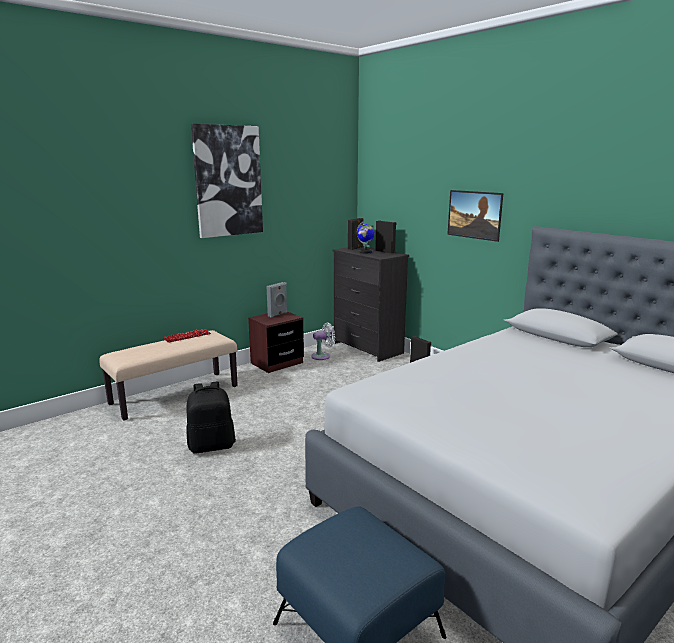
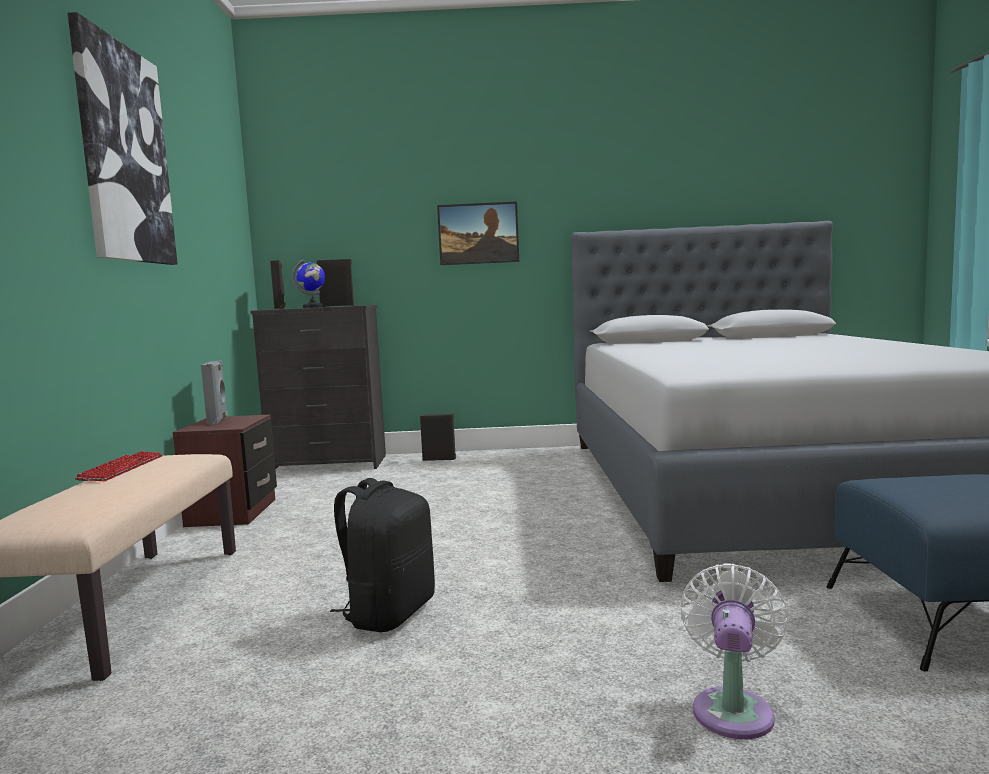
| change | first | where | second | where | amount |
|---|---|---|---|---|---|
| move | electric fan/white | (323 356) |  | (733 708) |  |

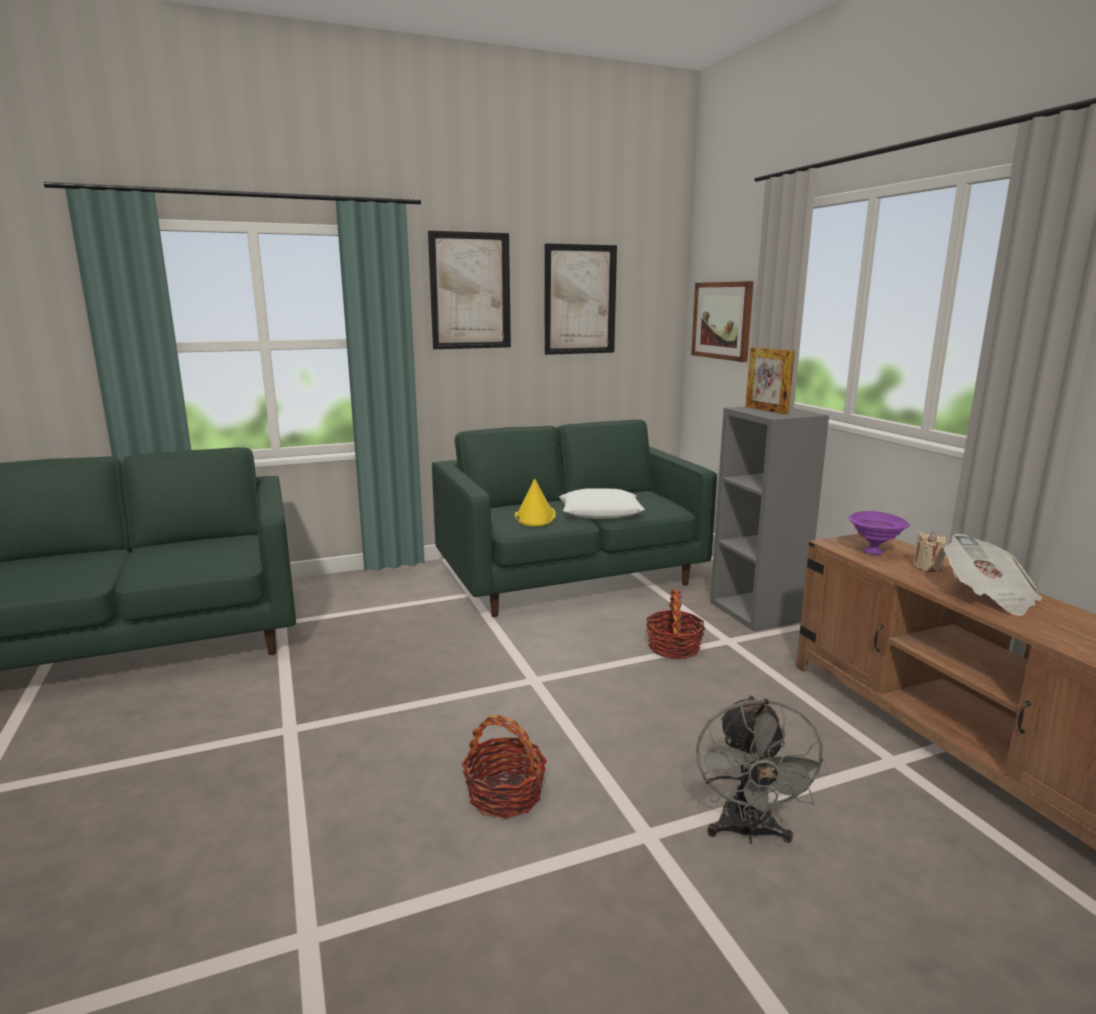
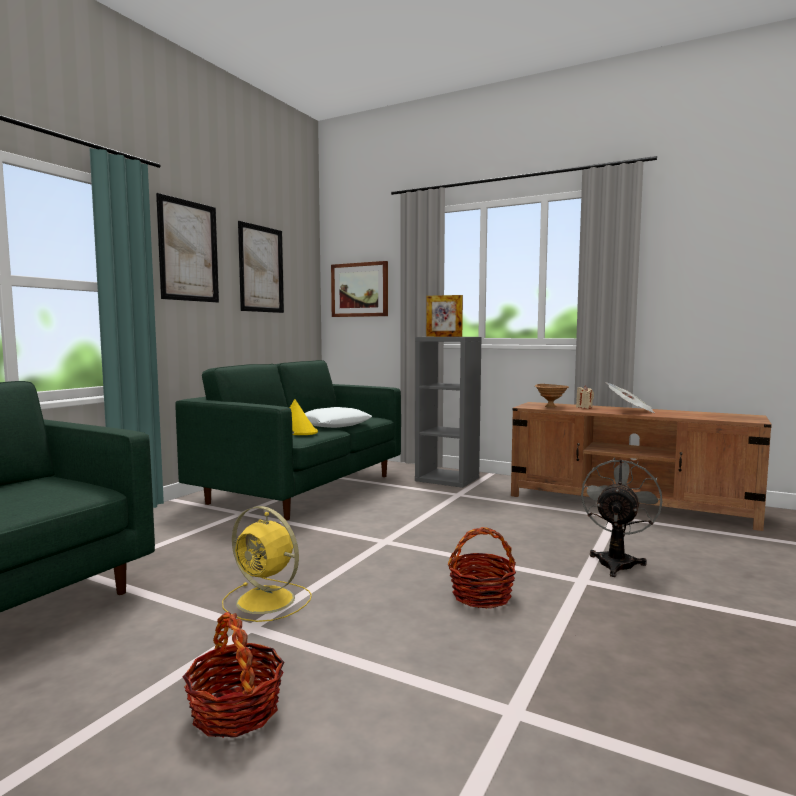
| change | first | where | second | where | amount |
|---|---|---|---|---|---|
| insert |  |  | electric fan/yellow-coloured | (268 601) |  |
| move | storage basket | (673 647) |  | (235 711) |  |
| recolor | deep dish/purple | (874 552) | deep dish/brown | (551 406) |  |
| rotate | electric fan/gray | (748 832) |  | (617 561) | 120 degrees counterclockwise |

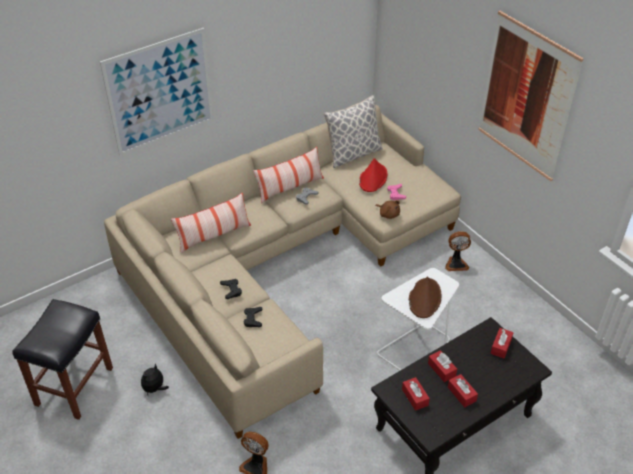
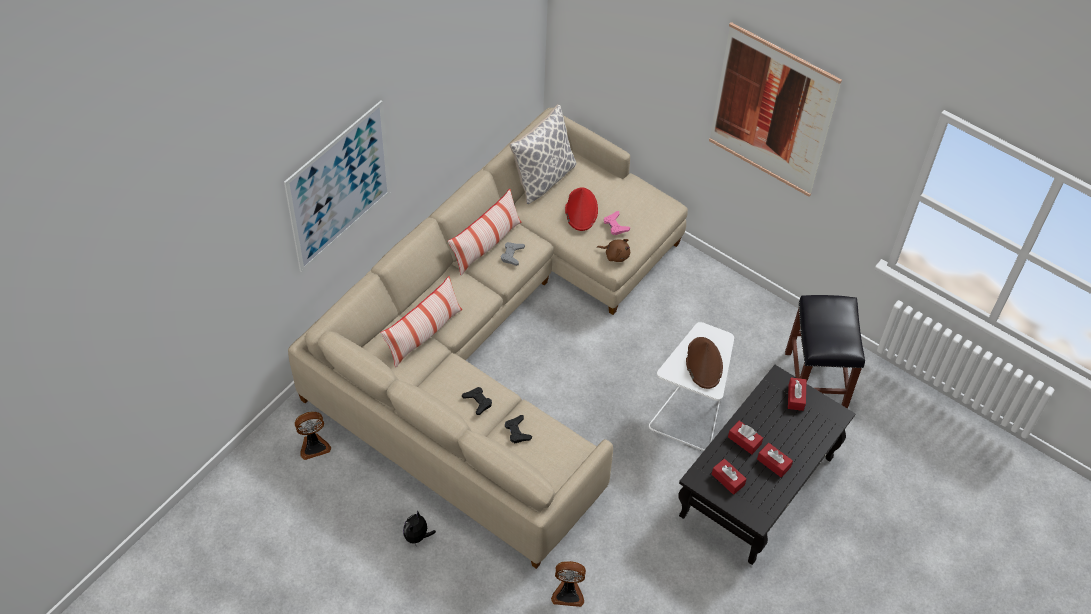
| change | first | where | second | where | amount |
|---|---|---|---|---|---|
| move | sitting stool/black-coloured | (74 387) |  | (815 383) |  |
| move | electric fan | (456 263) |  | (313 445) |  |

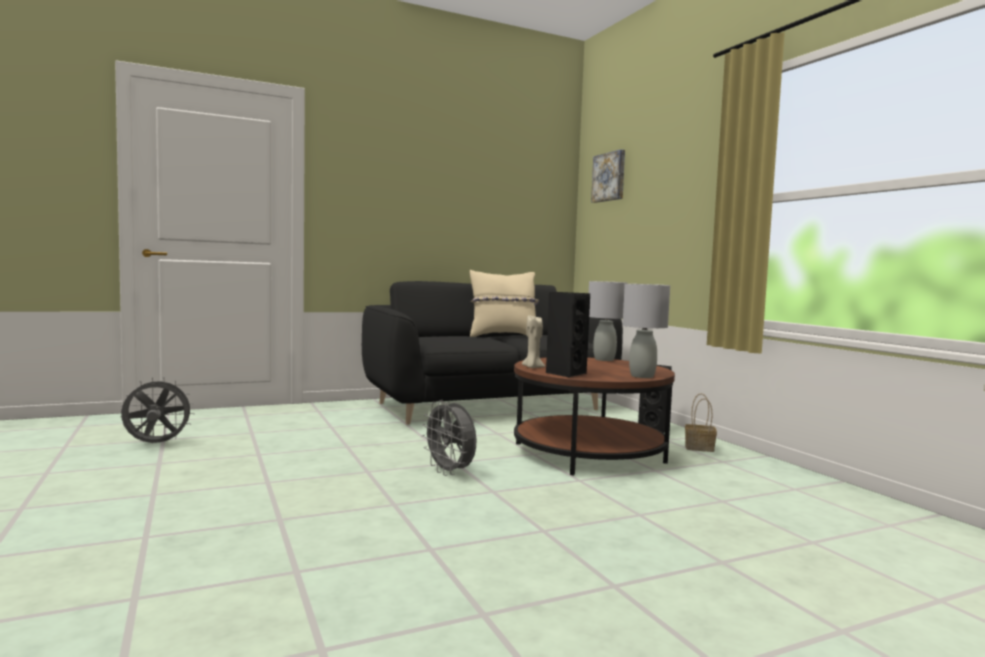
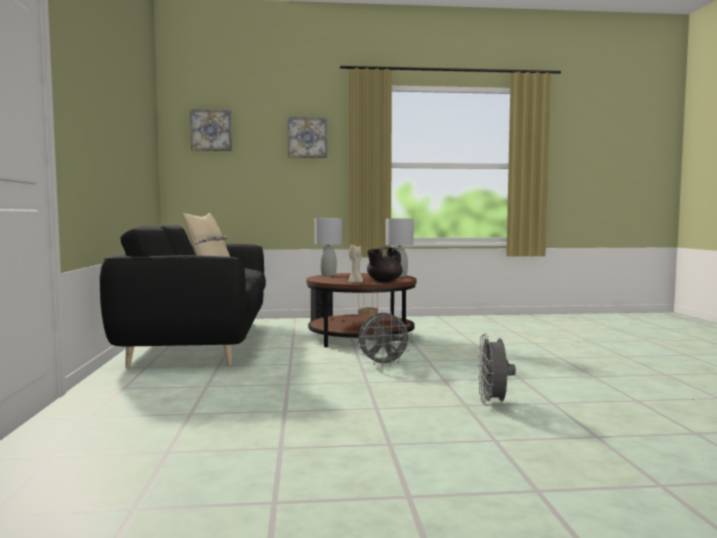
| change | first | where | second | where | amount |
|---|---|---|---|---|---|
| insert |  |  | wall art | (307 138) |  |
| move | electric fan/gray | (156 445) |  | (493 403) |  |
| replace | speaker/black-coloured | (565 373) | teapot/black-coloured | (384 281) |  |

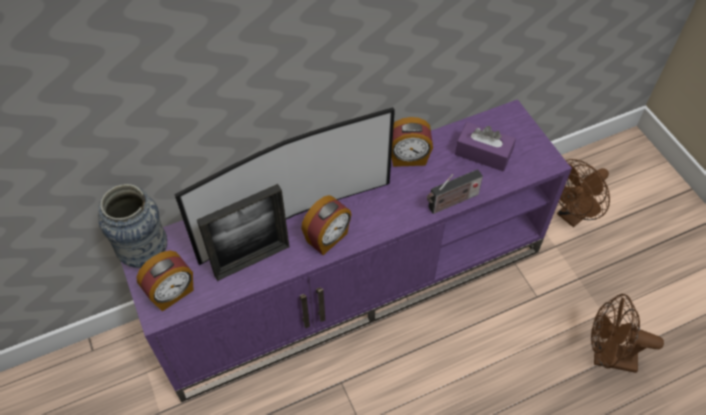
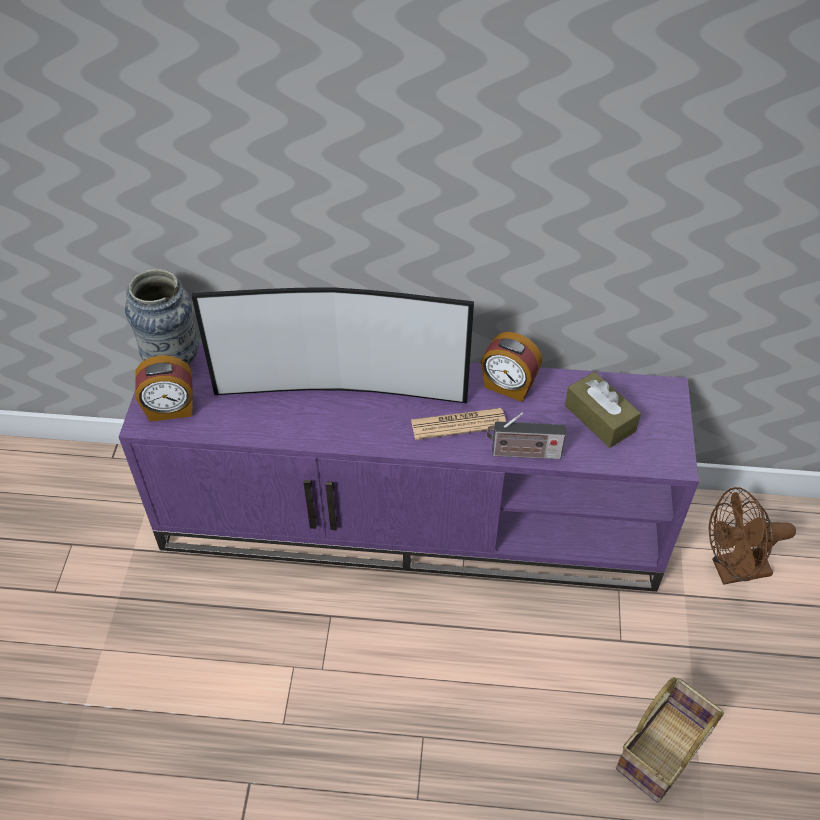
| change | first | where | second | where | amount |
|---|---|---|---|---|---|
| delete | standing frame | (252 260) |  |  |  |
| delete | table clock | (328 238) |  |  |  |
| insert |  |  | daily paper | (458 424) |  |
| replace | electric fan/brown | (607 357) | storage basket | (663 754) |  |
| recolor | tissue box/purple | (483 153) | tissue box/brown | (599 418) |  |

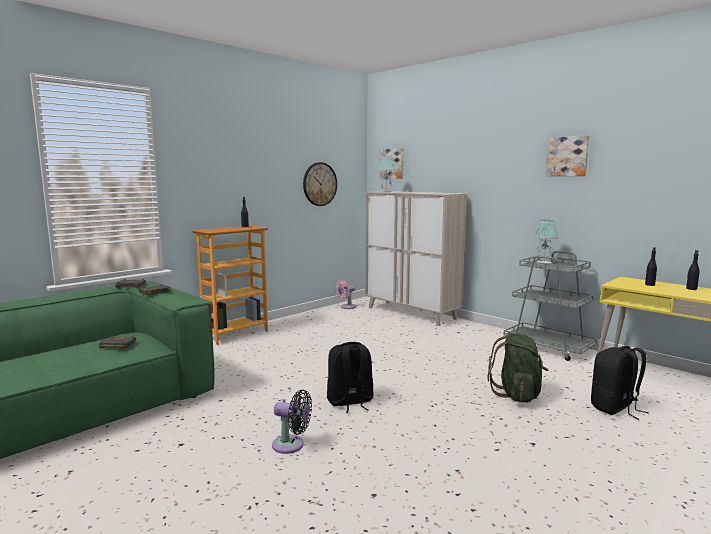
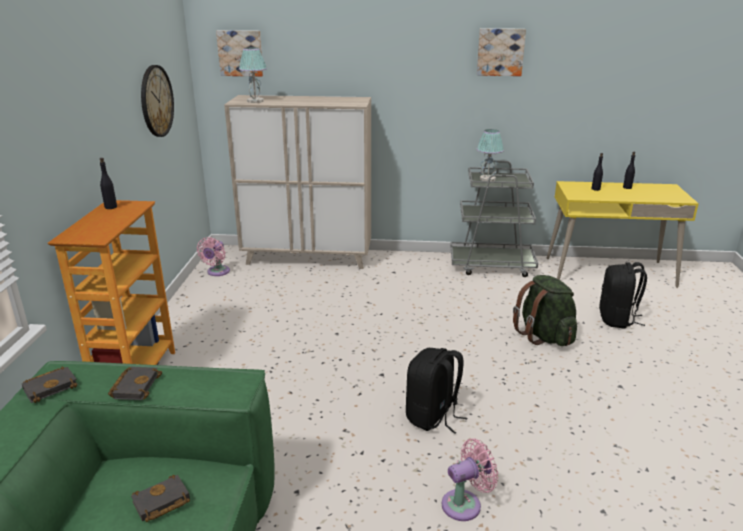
| change | first | where | second | where | amount |
|---|---|---|---|---|---|
| recolor | electric fan/black-coloured | (291 445) | electric fan/pink-coloured | (465 504) |  |

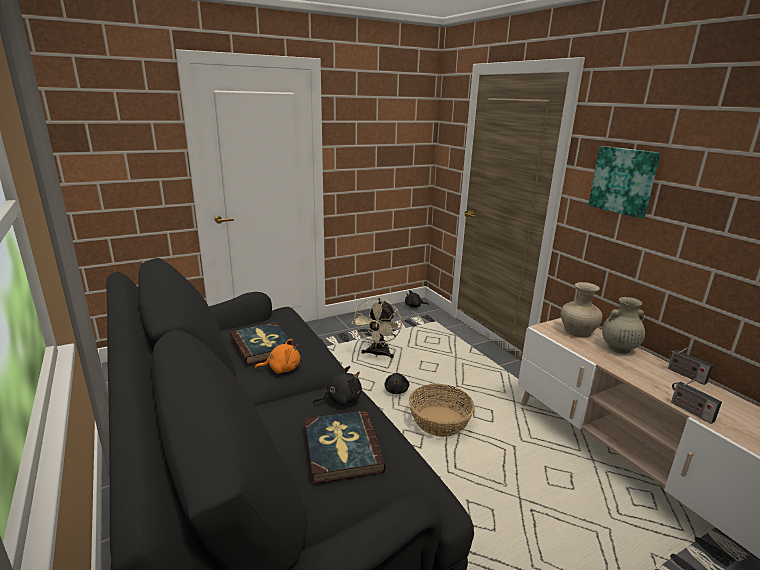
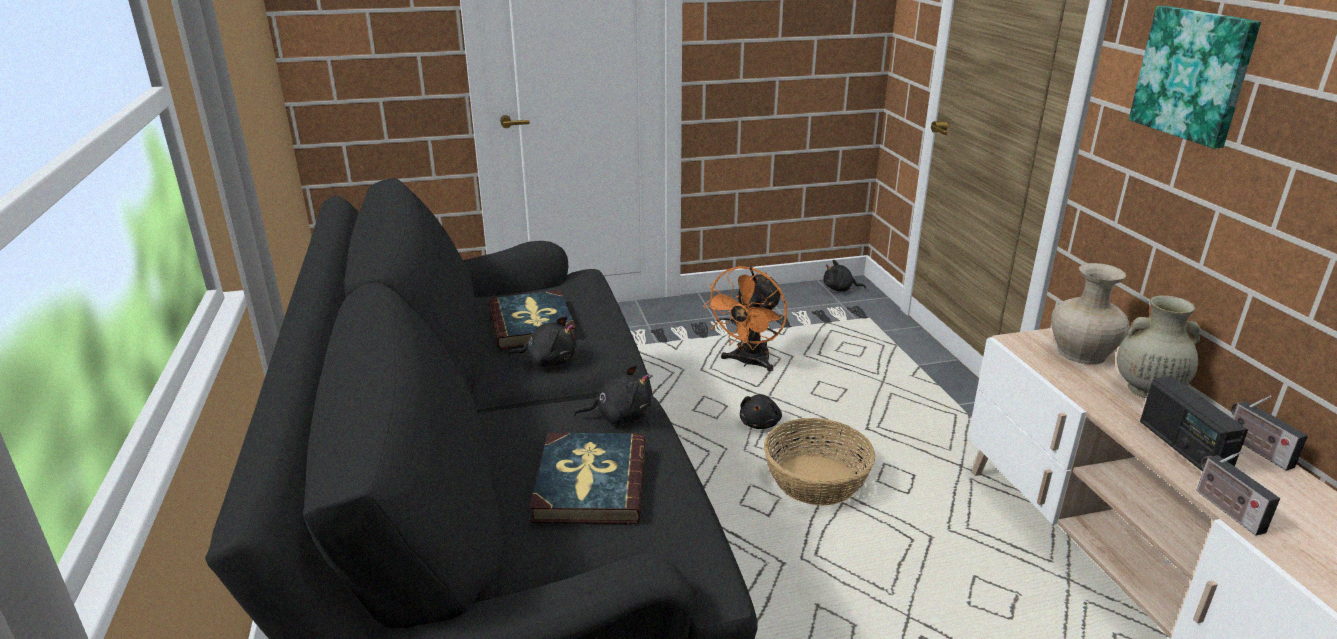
| change | first | where | second | where | amount |
|---|---|---|---|---|---|
| insert |  |  | radio set | (1182 447) |  |
| recolor | soft toy/orangey | (282 368) | soft toy/black-coloured | (548 361) |  |
| recolor | electric fan/beige-coloured | (377 354) | electric fan/orangey | (748 363) |  |

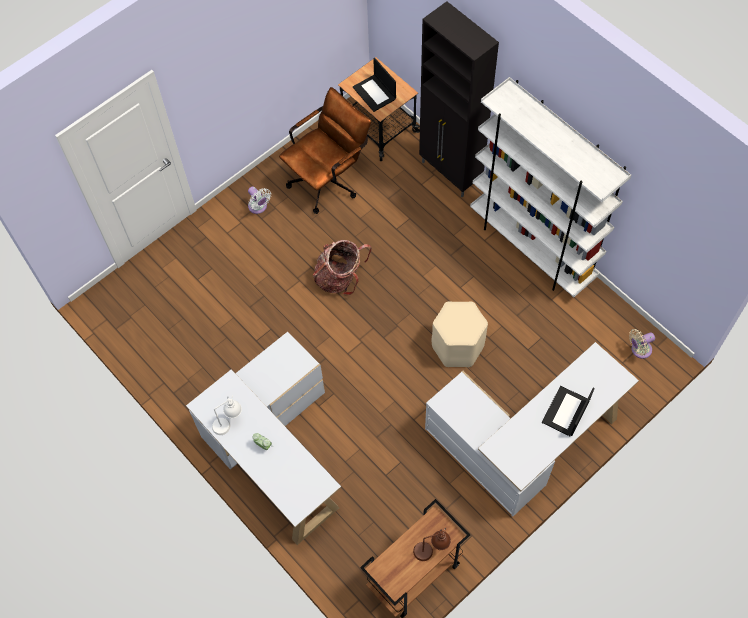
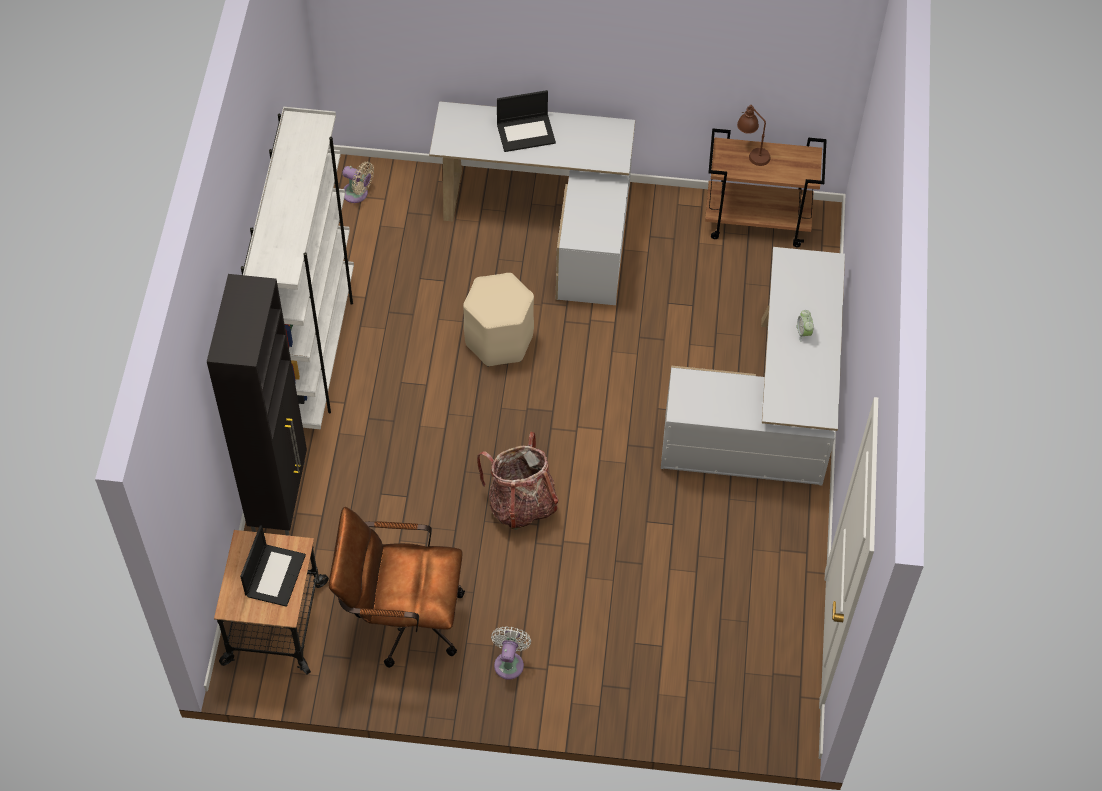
| change | first | where | second | where | amount |
|---|---|---|---|---|---|
| delete | lamp for a table/white | (228 423) |  |  |  |

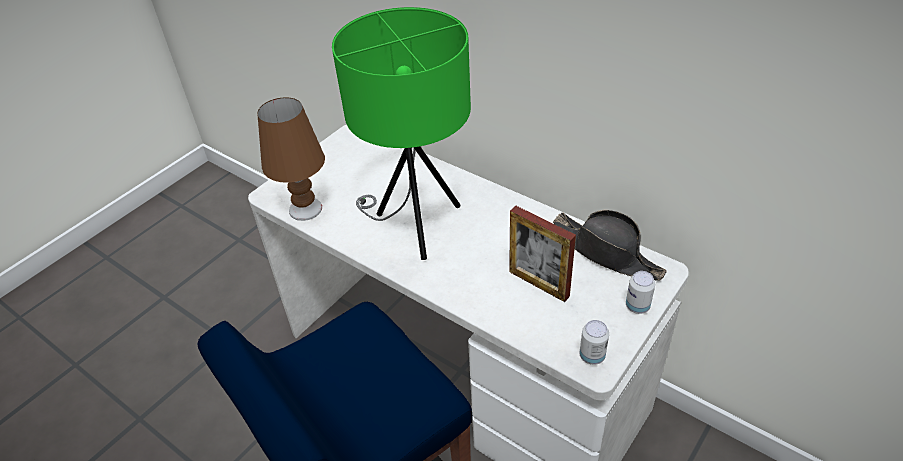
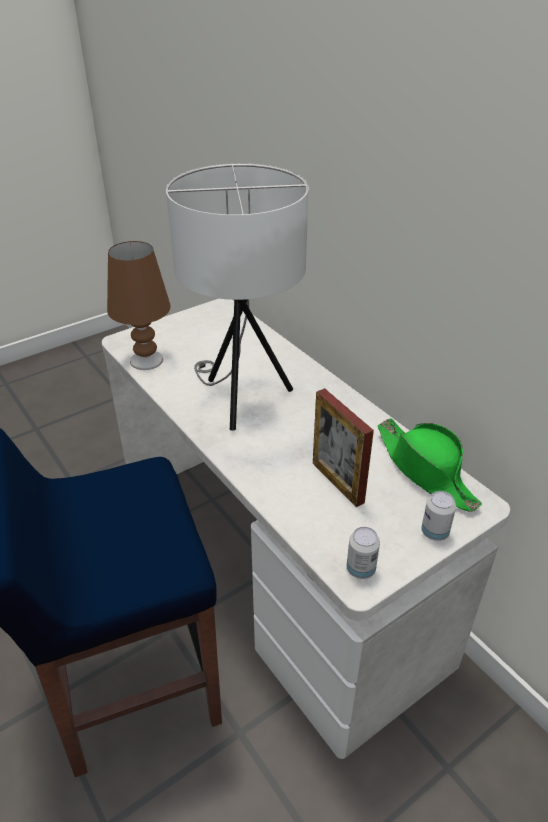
| change | first | where | second | where | amount |
|---|---|---|---|---|---|
| recolor | lamp for a table/green-coloured | (416 225) | lamp for a table/white | (241 398) |  |
| recolor | hat/black-coloured | (607 252) | hat/green-coloured | (425 470) |  |

